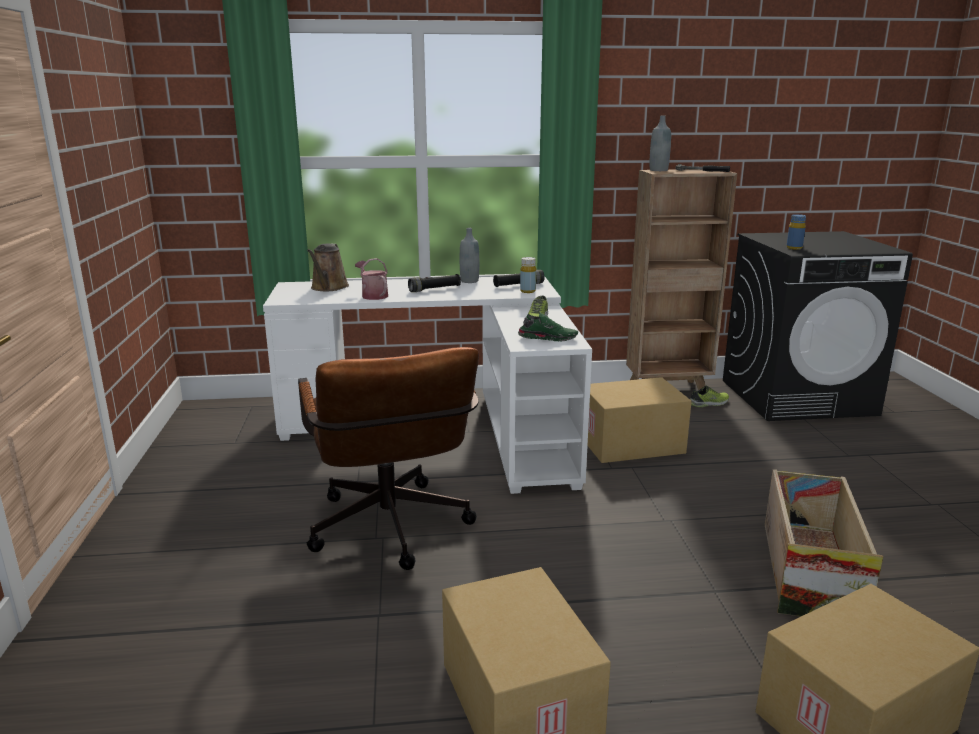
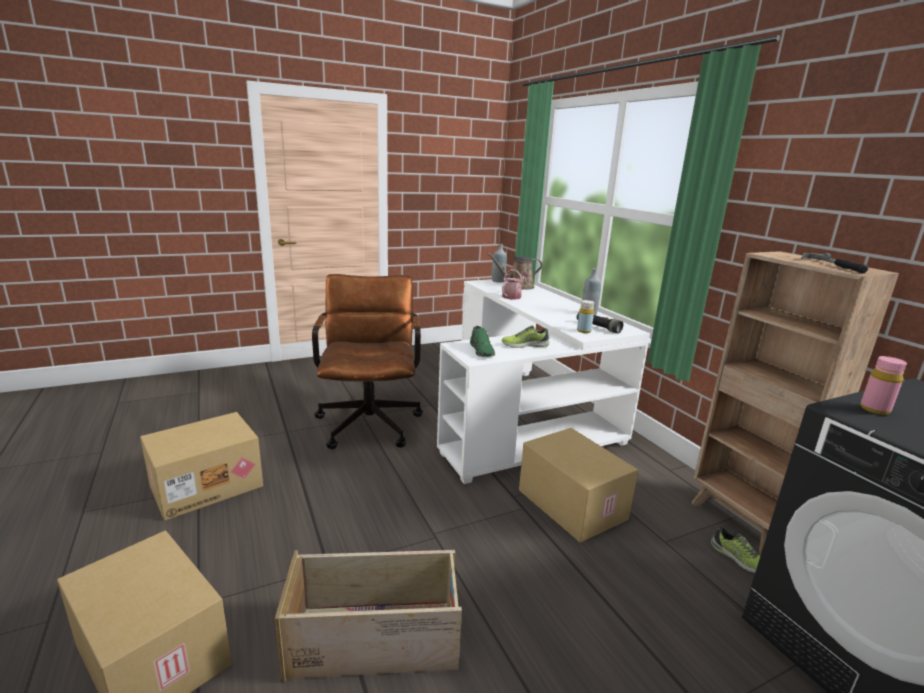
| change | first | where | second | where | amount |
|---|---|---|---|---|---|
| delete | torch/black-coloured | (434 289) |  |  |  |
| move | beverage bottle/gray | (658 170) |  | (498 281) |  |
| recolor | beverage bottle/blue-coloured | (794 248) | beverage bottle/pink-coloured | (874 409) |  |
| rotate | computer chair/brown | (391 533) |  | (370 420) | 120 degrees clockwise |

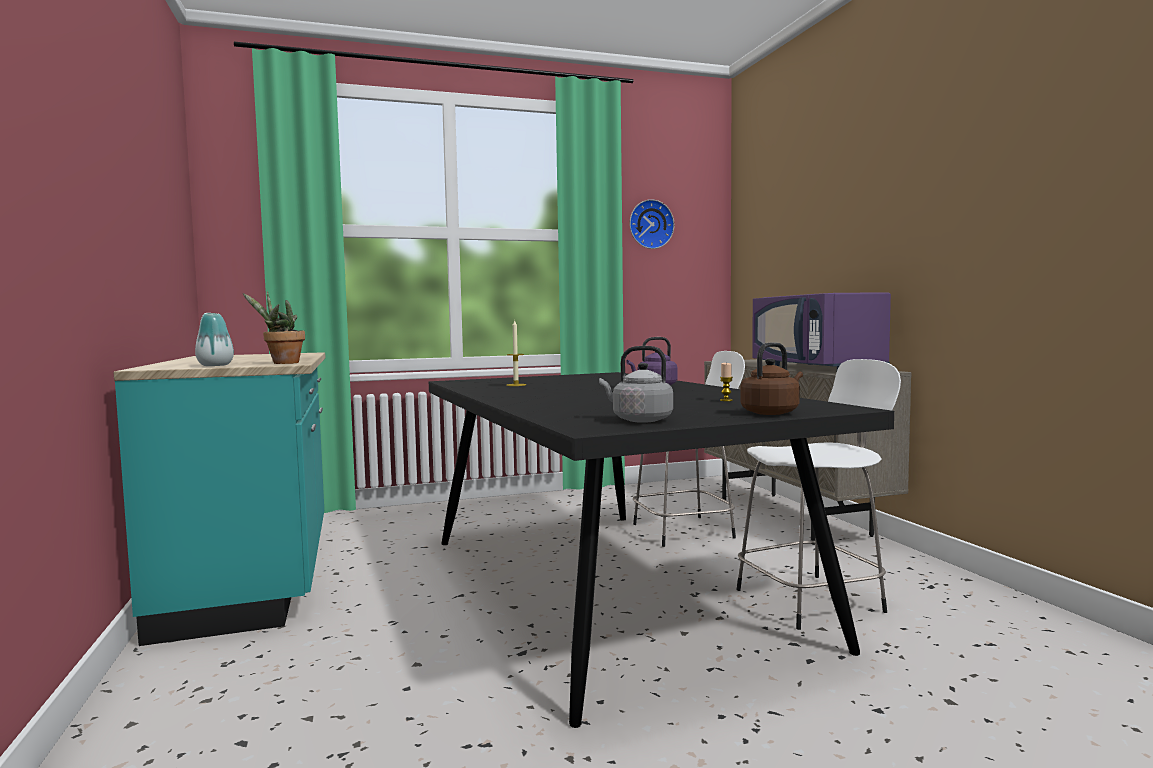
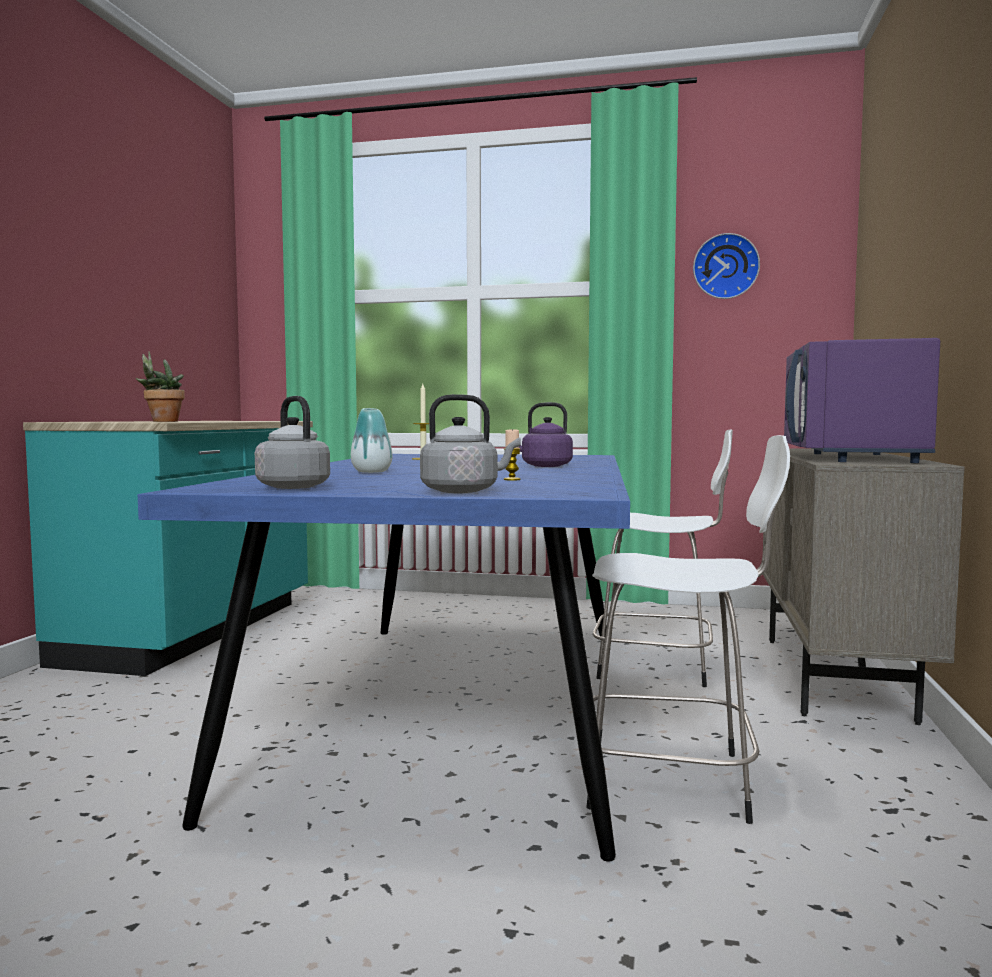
| change | first | where | second | where | amount |
|---|---|---|---|---|---|
| move | flower vase | (215 365) |  | (371 472) |  |
| recolor | dinner table/black-coloured | (609 588) | dinner table/blue-coloured | (458 708) |  |
| recolor | kettle/brown | (772 412) | kettle/gray | (464 491) |  |

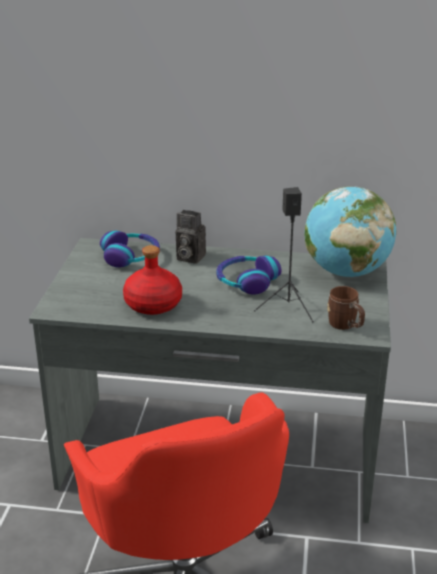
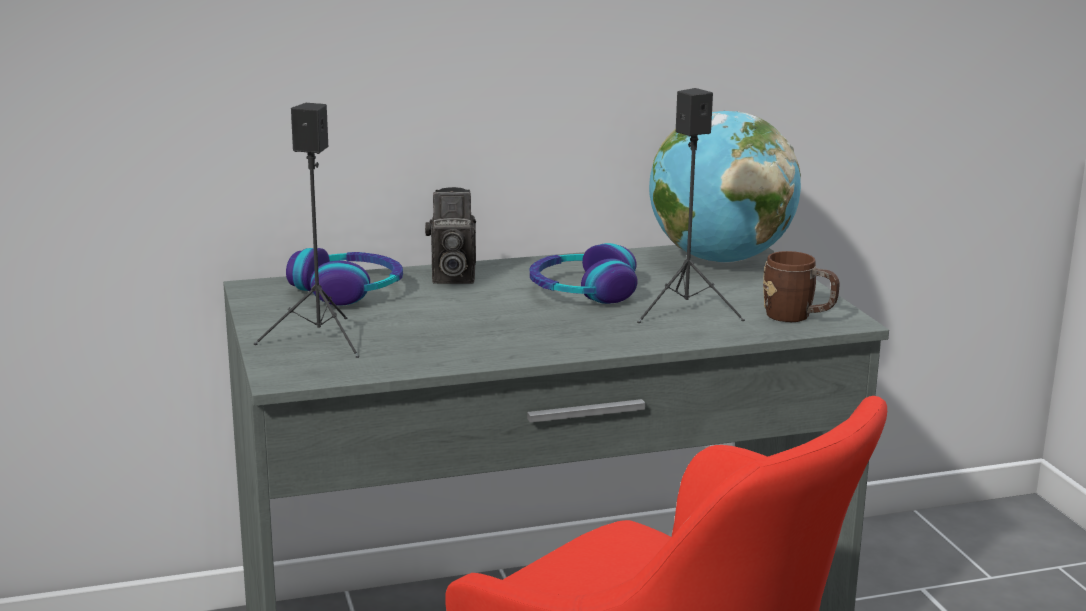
| change | first | where | second | where | amount |
|---|---|---|---|---|---|
| delete | beverage bottle/red-coloured | (153 304) |  |  |  |
| insert |  |  | speaker/black-coloured | (321 339) |  |

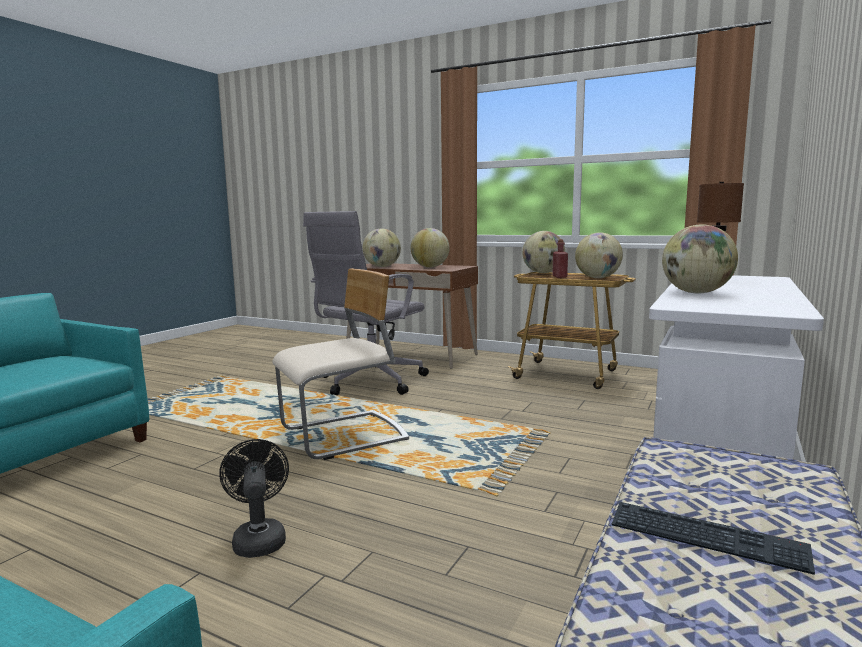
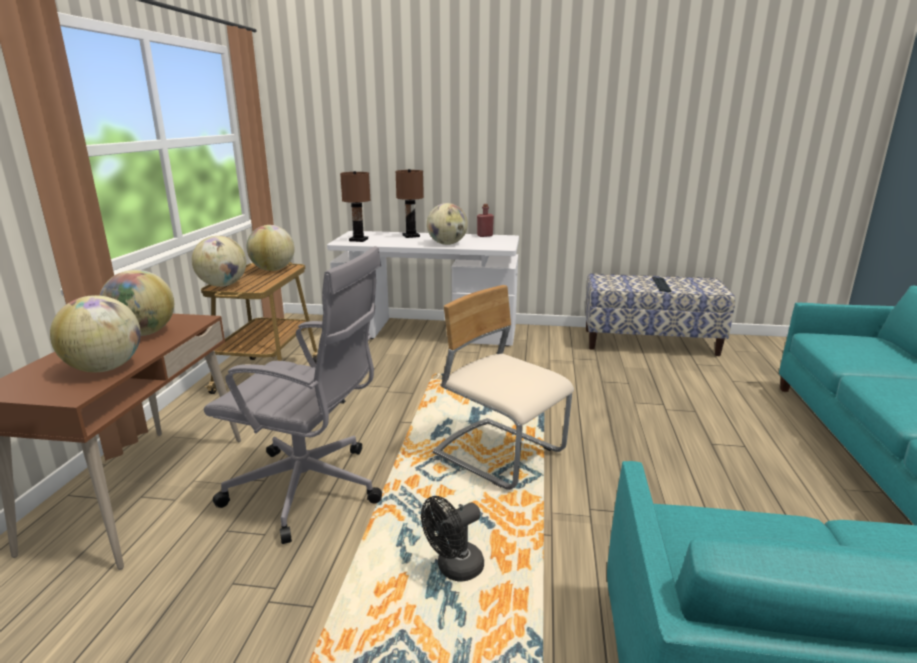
| change | first | where | second | where | amount |
|---|---|---|---|---|---|
| insert |  |  | lamp for a table/brown | (411 236) |  |
| move | electric fan/black-coloured | (259 538) |  | (454 569) |  |
| move | beverage bottle/red-coloured | (559 277) |  | (485 235) |  |

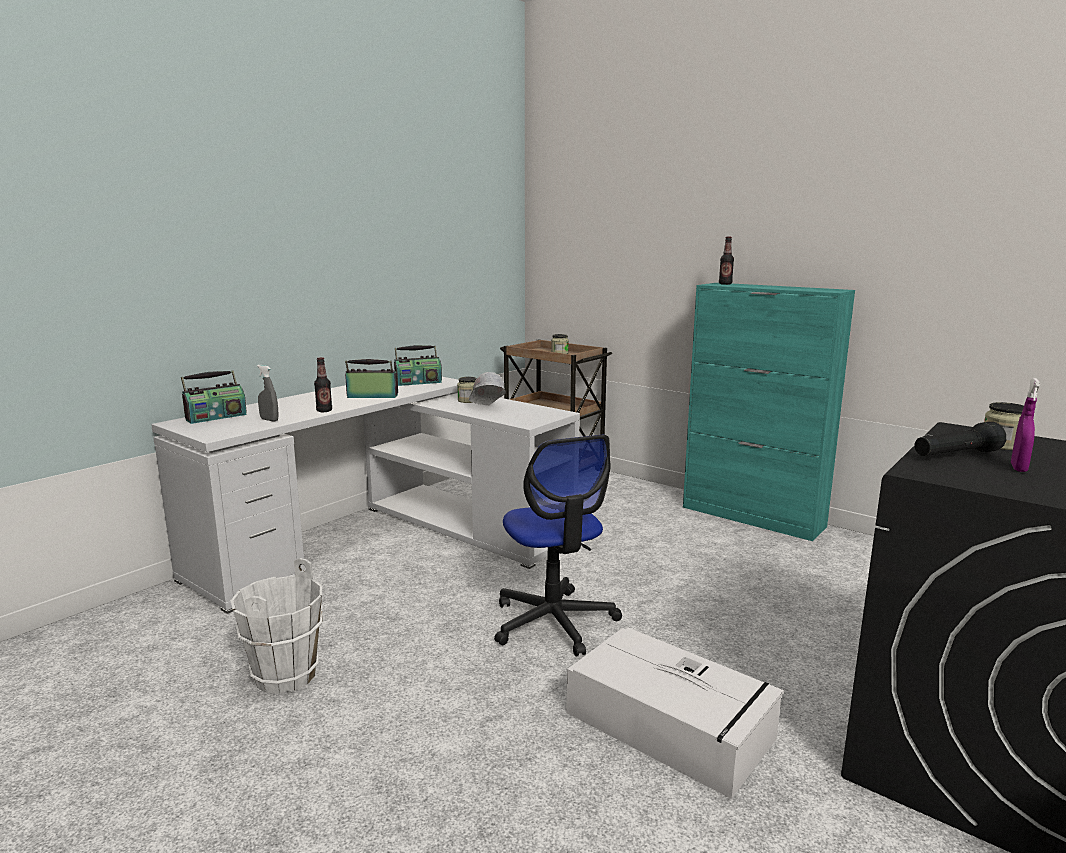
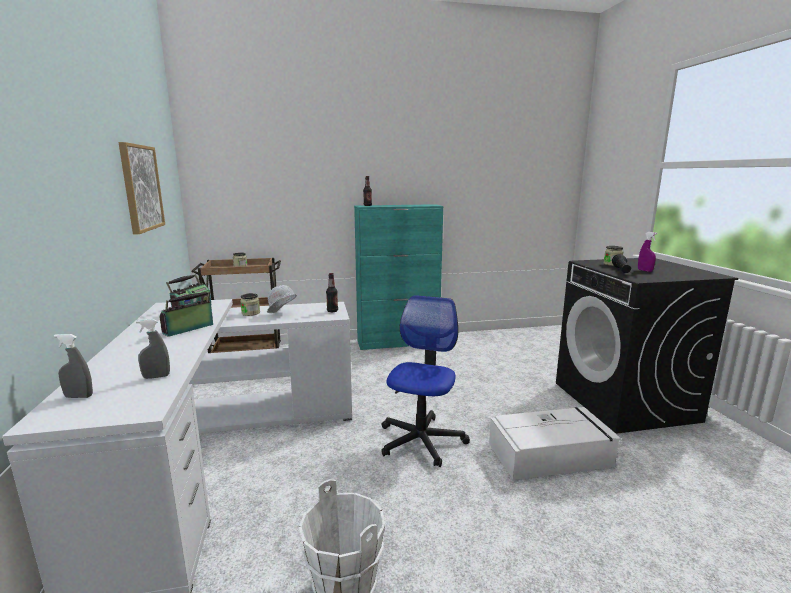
| change | first | where | second | where | amount |
|---|---|---|---|---|---|
| insert |  |  | wall art | (141 188) |  |
| move | beverage bottle | (324 411) |  | (332 311) |  |
| replace | radio set | (216 417) | hand sprayer/gray | (79 396) |  |
| rotate | computer chair | (554 622) |  | (421 440) | 90 degrees counterclockwise |

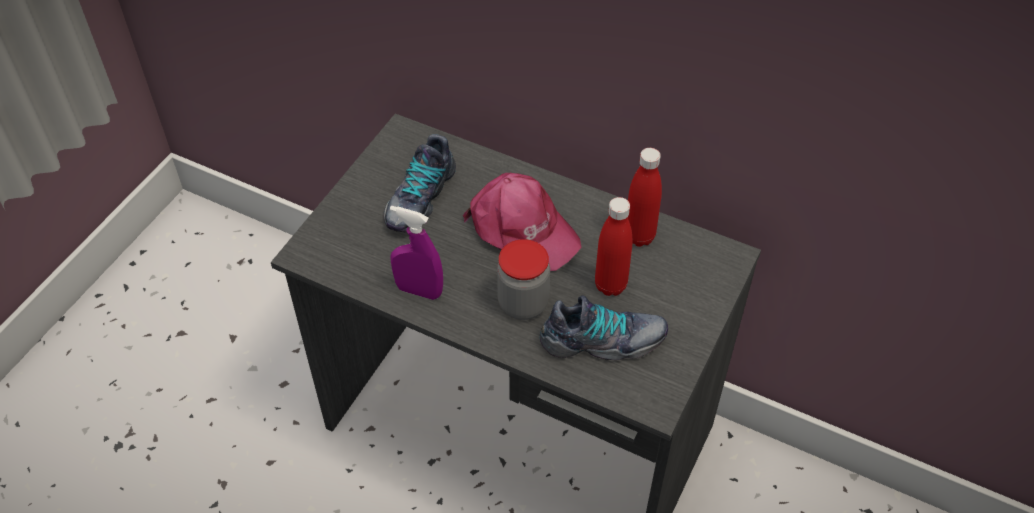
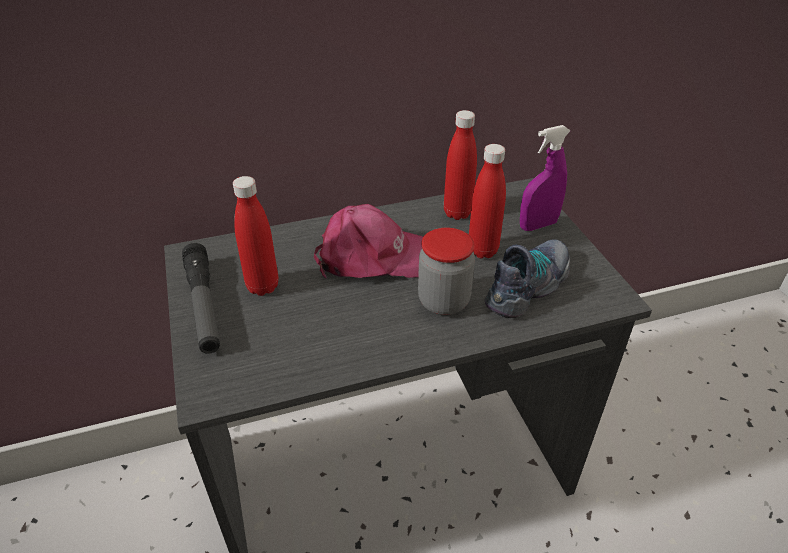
| change | first | where | second | where | amount |
|---|---|---|---|---|---|
| insert |  |  | torch | (203 305) |  |
| move | hand sprayer/purple | (419 290) |  | (538 225) |  |
| replace | item of footwear | (419 197) | beverage bottle/red-coloured | (263 286) |  |

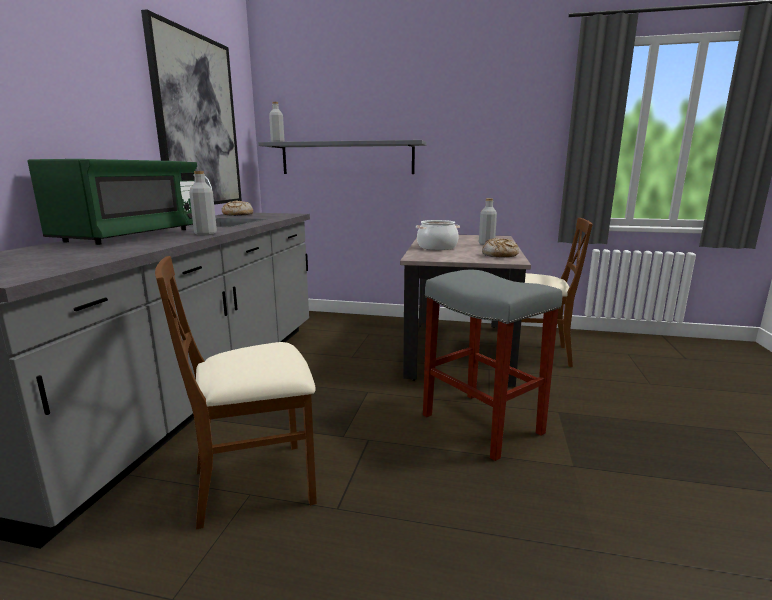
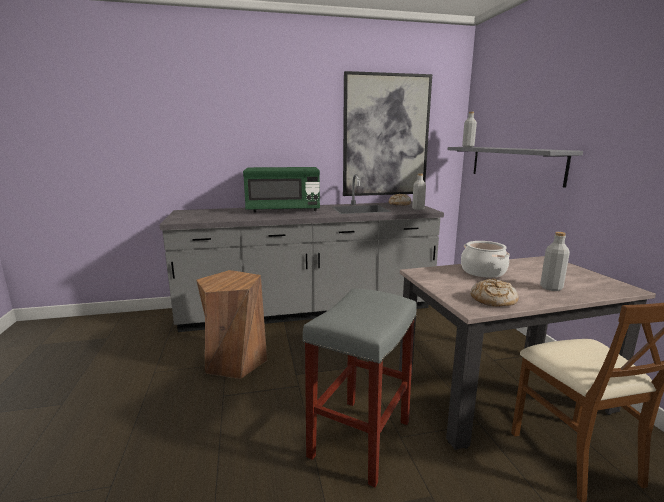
| change | first | where | second | where | amount |
|---|---|---|---|---|---|
| move | beverage bottle/gray | (205 234) |  | (418 208) |  |
| replace | upright chair/brown | (255 483) | sitting stool/brown | (235 361) |  |

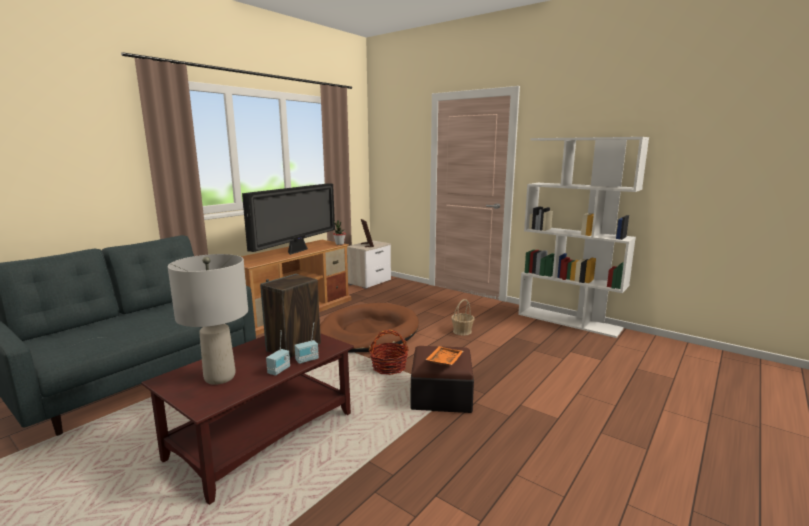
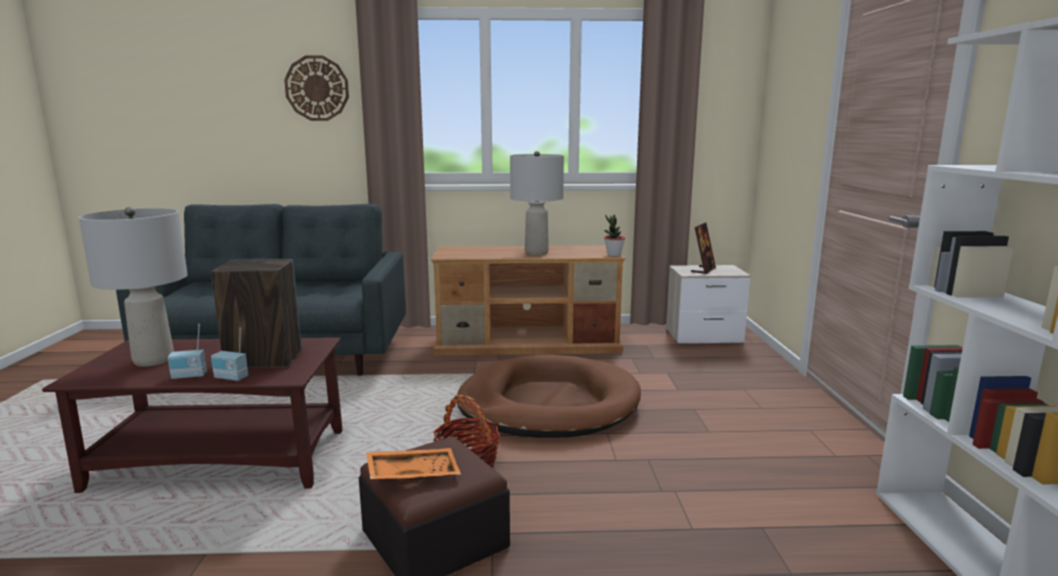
| change | first | where | second | where | amount |
|---|---|---|---|---|---|
| delete | storage basket | (462 331) |  |  |  |
| insert |  |  | hanging clock | (317 88) |  |
| replace | TV | (297 251) | lamp for a table/gray | (536 252) |  |

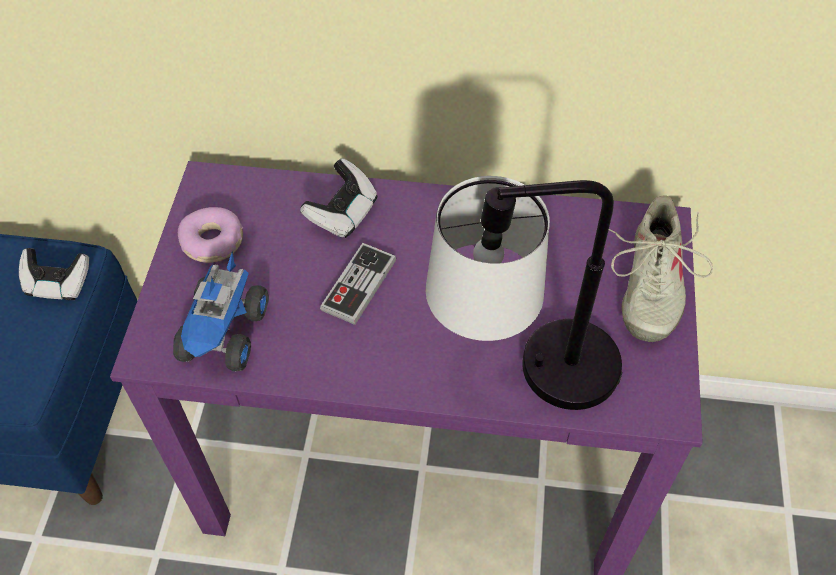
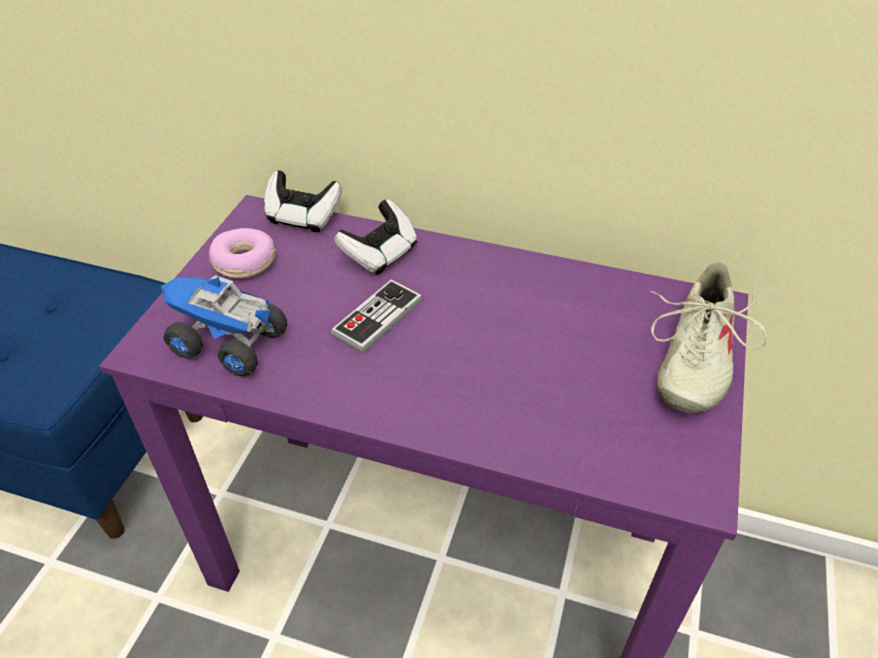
| change | first | where | second | where | amount |
|---|---|---|---|---|---|
| delete | lamp for a table | (524 376) |  |  |  |
| move | game controller | (58 284) |  | (303 217) |  |
| rotate | model truck | (225 334) |  | (227 344) | 90 degrees clockwise |

